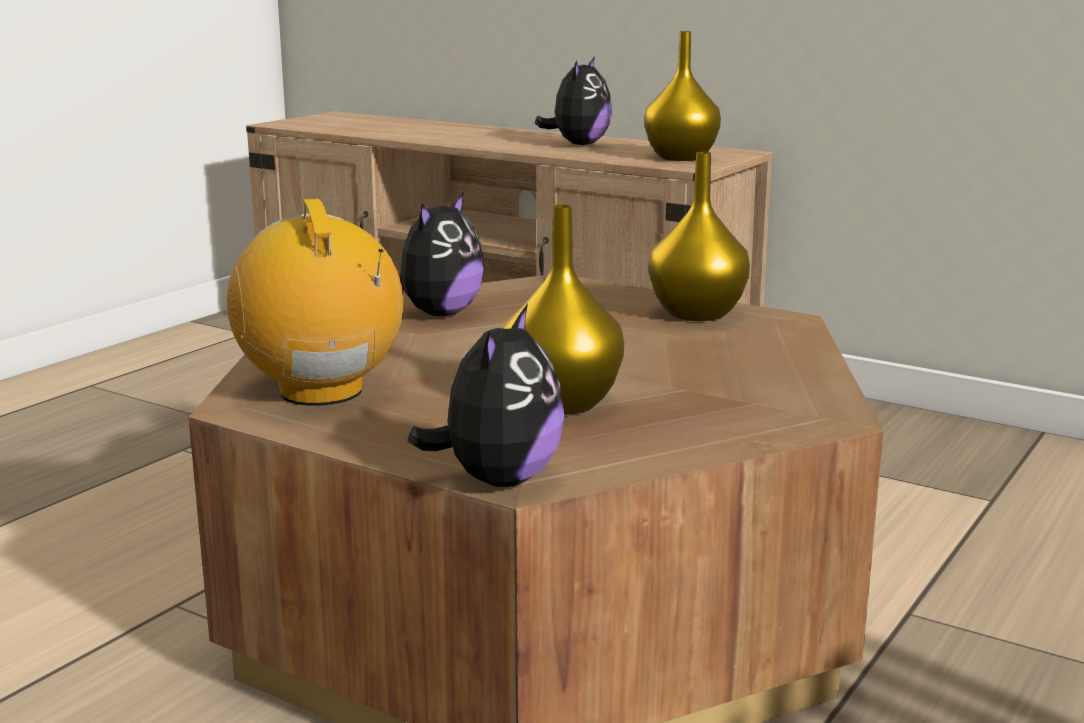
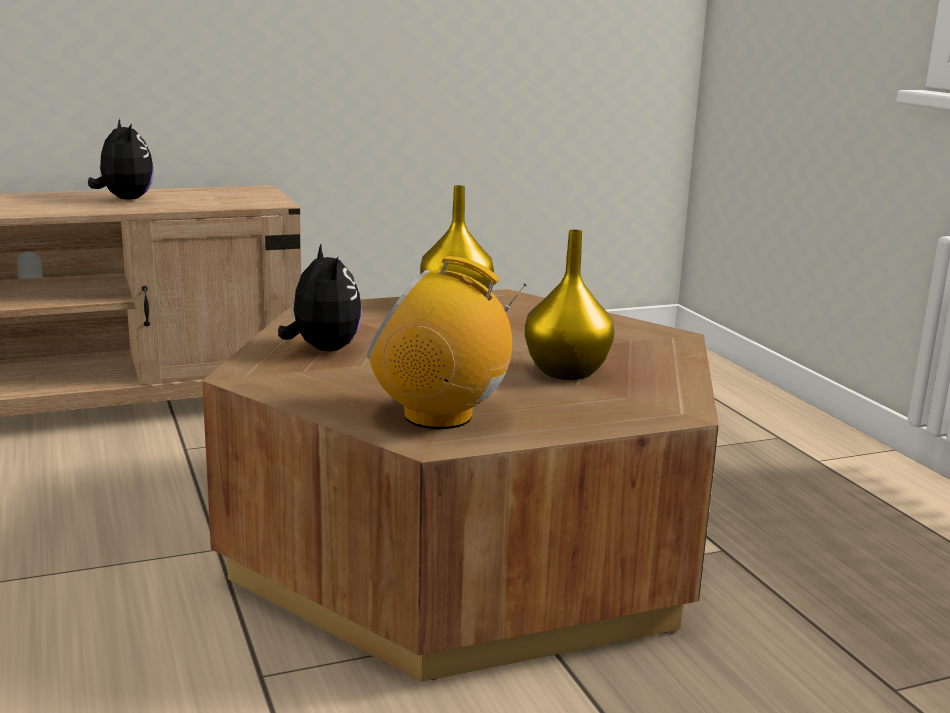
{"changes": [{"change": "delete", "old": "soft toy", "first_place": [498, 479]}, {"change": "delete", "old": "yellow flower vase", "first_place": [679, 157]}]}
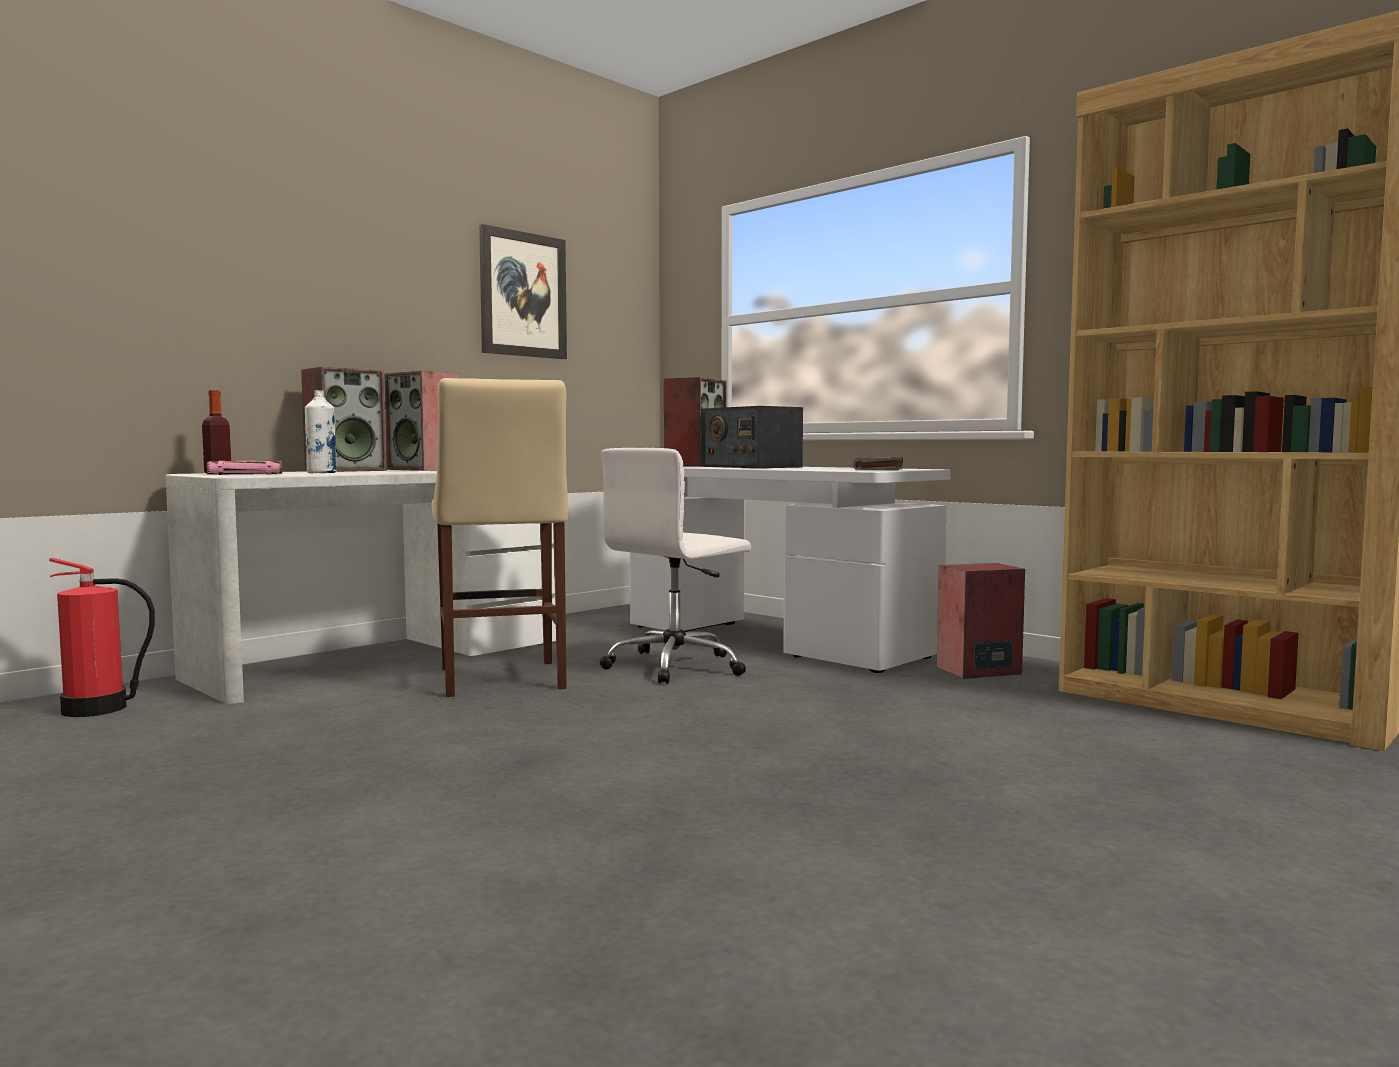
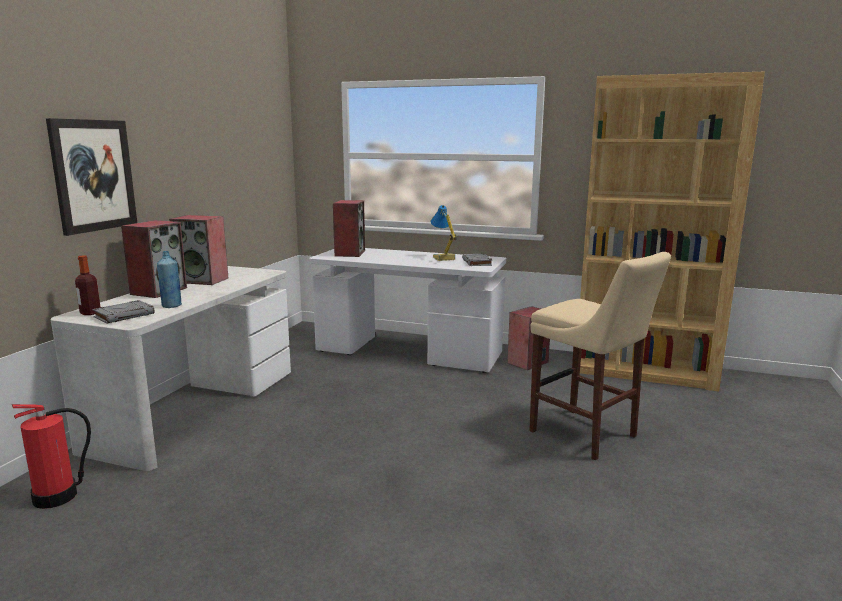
{"changes": [{"change": "delete", "old": "white-coloured desk chair", "first_place": [676, 666]}, {"change": "delete", "old": "radio", "first_place": [750, 467]}, {"change": "insert", "new": "tabletop lamp", "second_place": [443, 259]}, {"change": "move", "old": "sand-coloured stool", "first_place": [501, 680], "second_place": [587, 435]}, {"change": "move", "old": "wall picture", "first_place": [523, 295], "second_place": [93, 175]}, {"change": "recolor", "old": "pinkish volume", "new": "greyish volume", "first_place": [246, 474], "second_place": [125, 315]}, {"change": "recolor", "old": "white-coloured drink bottle", "new": "blue-coloured drink bottle", "first_place": [321, 473], "second_place": [171, 306]}]}
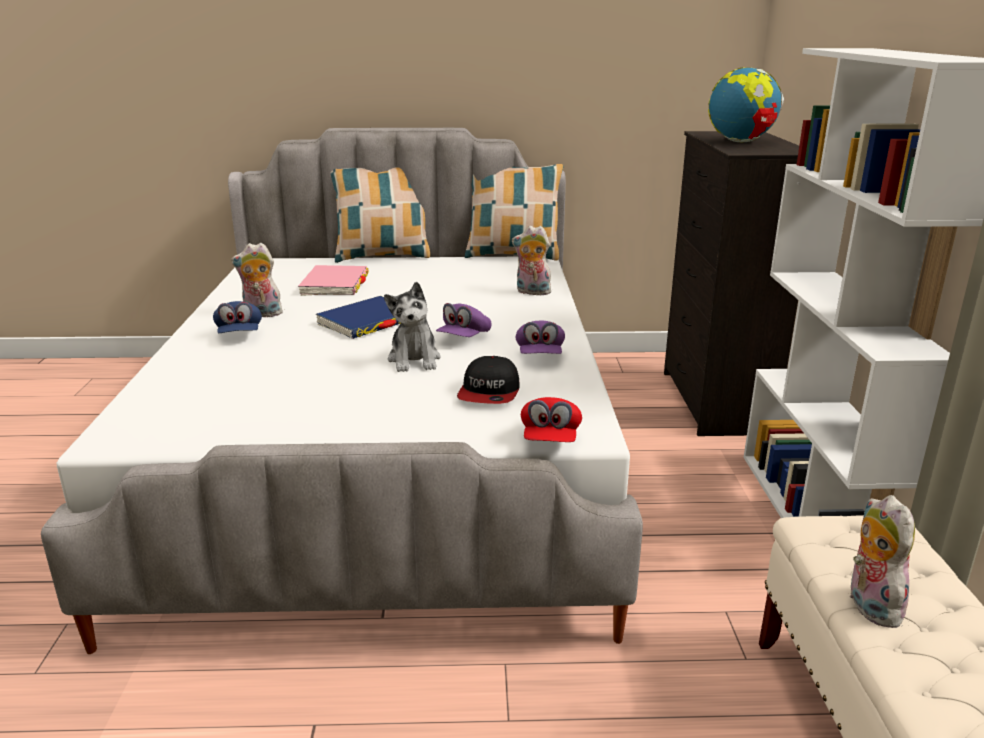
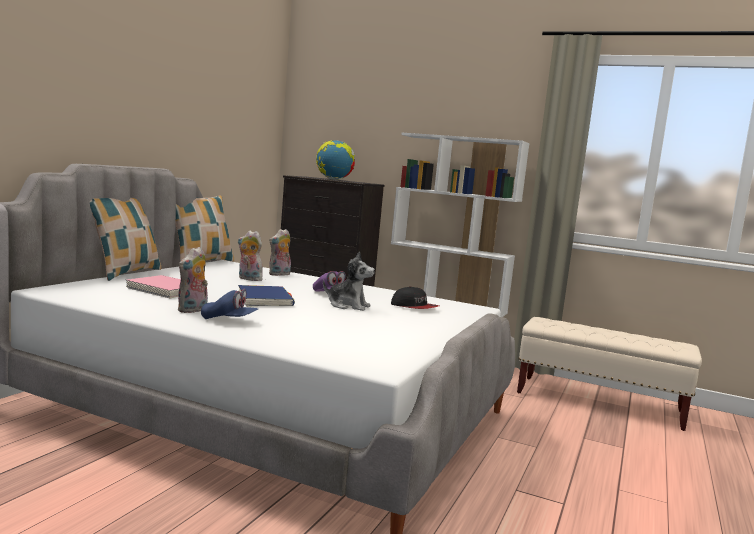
{"changes": [{"change": "delete", "old": "purple-coloured peaked cap", "first_place": [539, 356]}, {"change": "delete", "old": "red-coloured peaked cap", "first_place": [550, 440]}, {"change": "move", "old": "soft toy", "first_place": [868, 605], "second_place": [248, 279]}]}
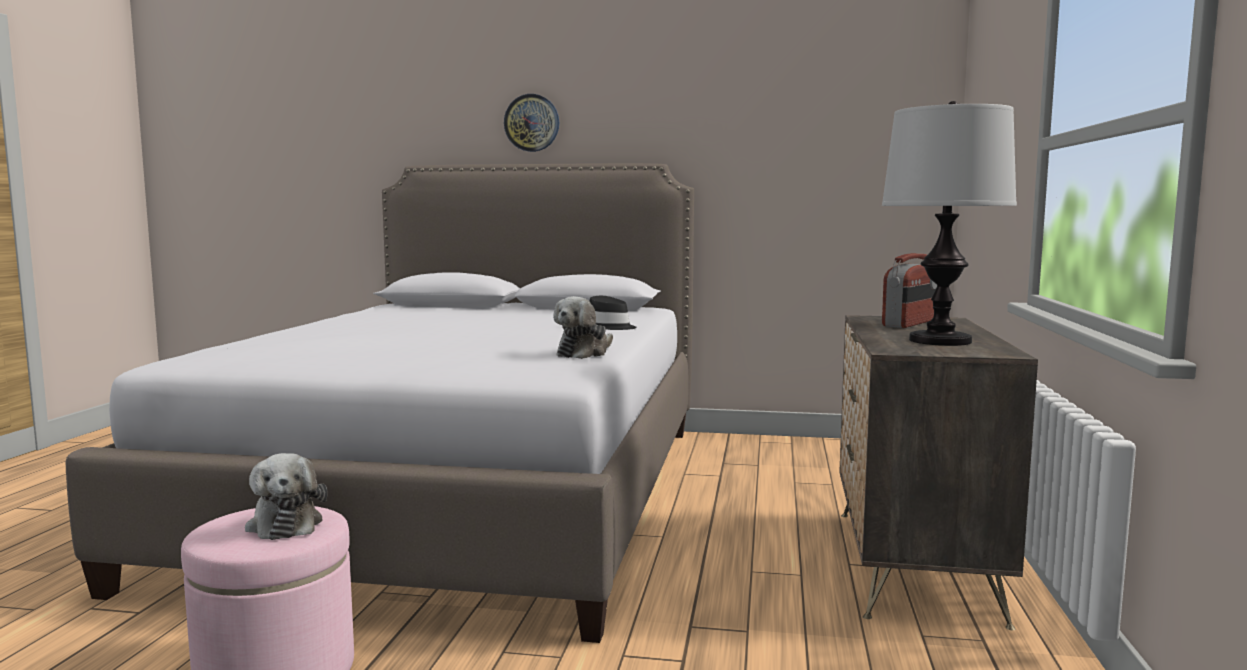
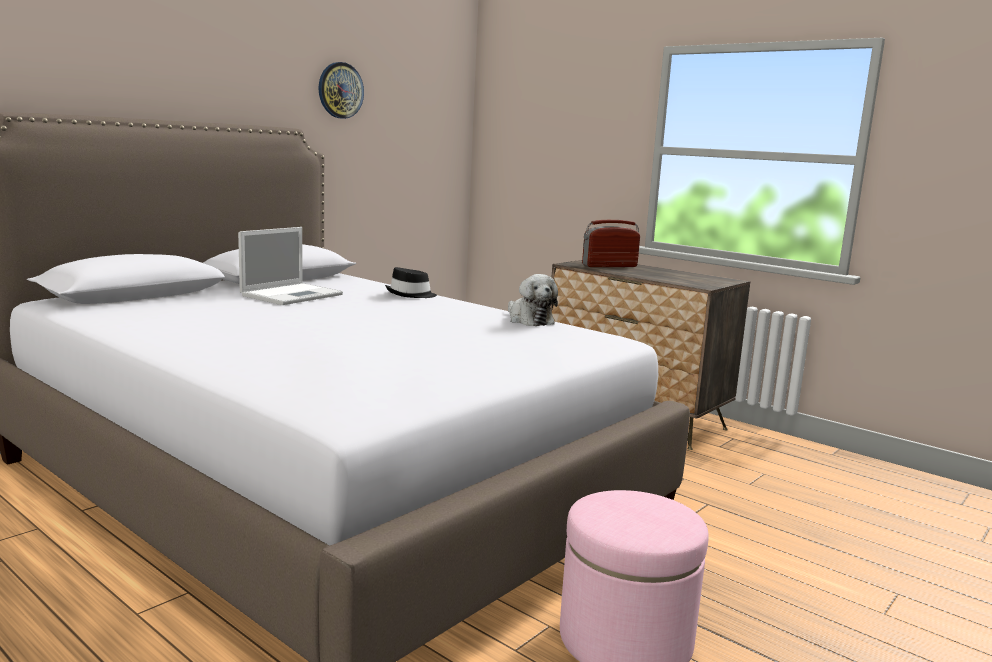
{"changes": [{"change": "delete", "old": "soft toy", "first_place": [285, 524]}, {"change": "delete", "old": "tabletop lamp", "first_place": [939, 341]}, {"change": "insert", "new": "portable computer", "second_place": [293, 295]}, {"change": "move", "old": "clock on the wall", "first_place": [532, 123], "second_place": [340, 90]}, {"change": "rotate", "old": "radio", "first_place": [910, 323], "second_place": [609, 266], "degrees": -90}]}
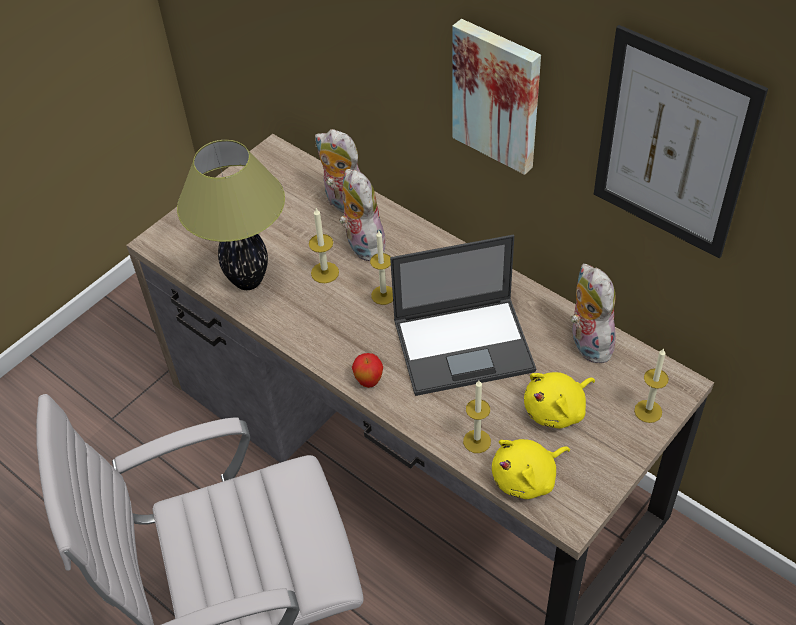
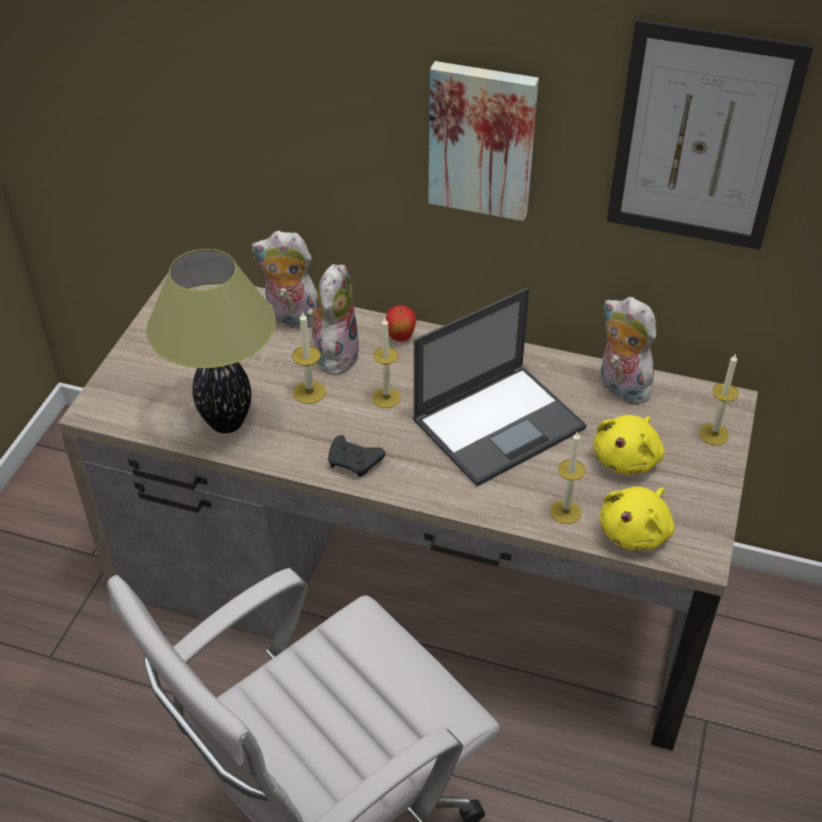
{"changes": [{"change": "insert", "new": "black gamepad", "second_place": [355, 462]}, {"change": "move", "old": "whole apple", "first_place": [369, 381], "second_place": [400, 338]}, {"change": "rotate", "old": "soft toy", "first_place": [362, 244], "second_place": [334, 354], "degrees": 60}]}
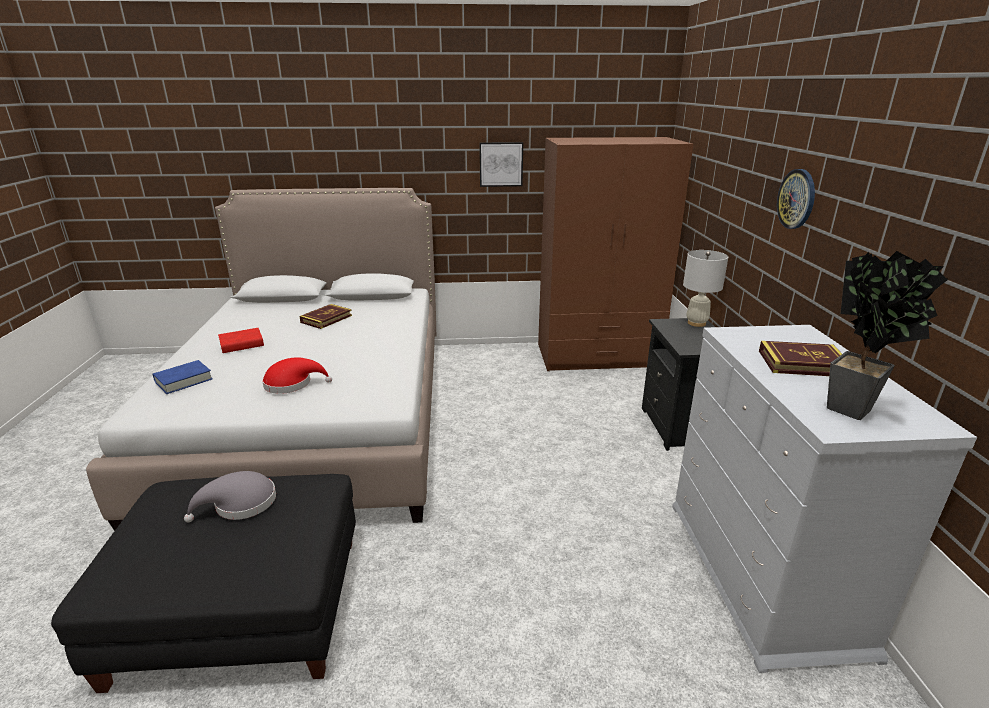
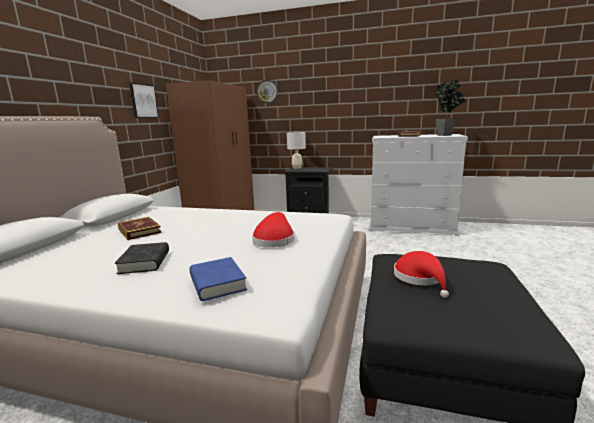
{"changes": [{"change": "move", "old": "clock on the wall", "first_place": [797, 199], "second_place": [267, 91]}, {"change": "recolor", "old": "greyish wearable hat", "new": "red-coloured wearable hat", "first_place": [240, 504], "second_place": [420, 278]}, {"change": "recolor", "old": "red-coloured volume", "new": "black volume", "first_place": [242, 344], "second_place": [145, 262]}]}
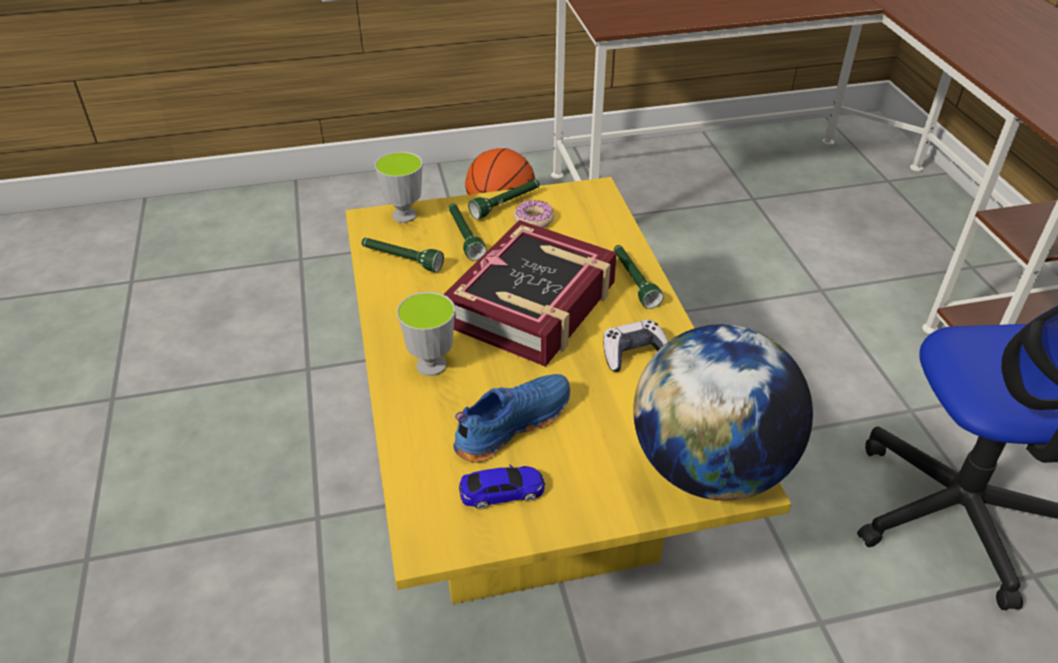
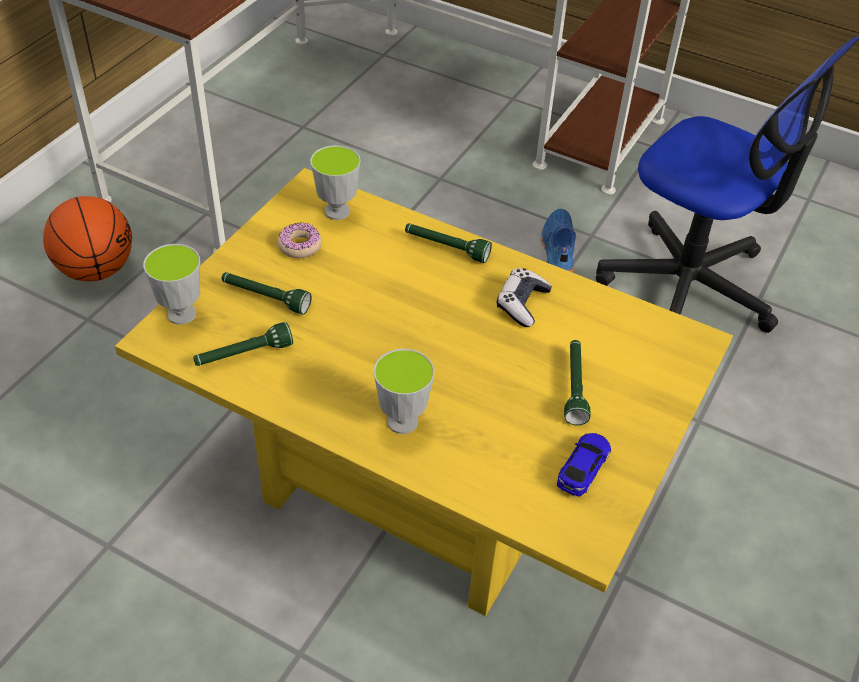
{"changes": [{"change": "delete", "old": "volume", "first_place": [533, 305]}, {"change": "delete", "old": "world globe", "first_place": [709, 467]}, {"change": "insert", "new": "drinking cup", "second_place": [337, 211]}, {"change": "move", "old": "blue-coloured low shoe", "first_place": [511, 424], "second_place": [557, 249]}, {"change": "move", "old": "green-coloured hand torch", "first_place": [506, 205], "second_place": [574, 387]}]}
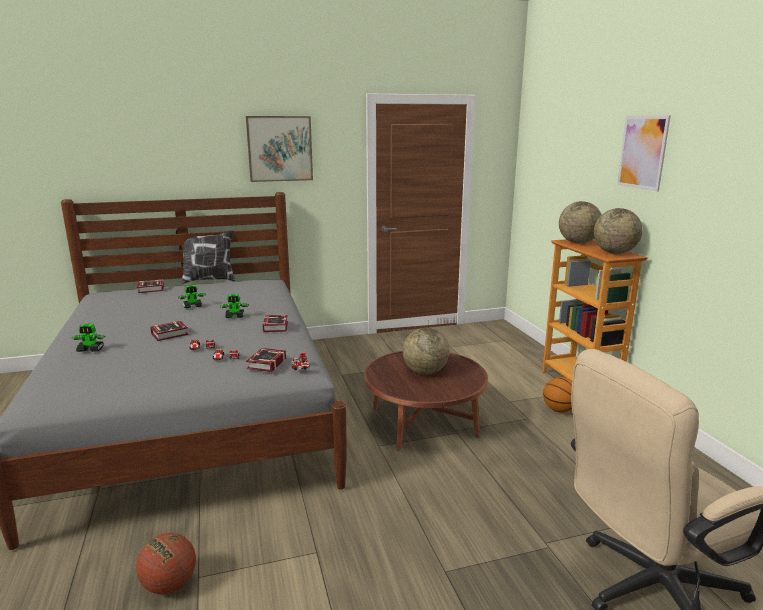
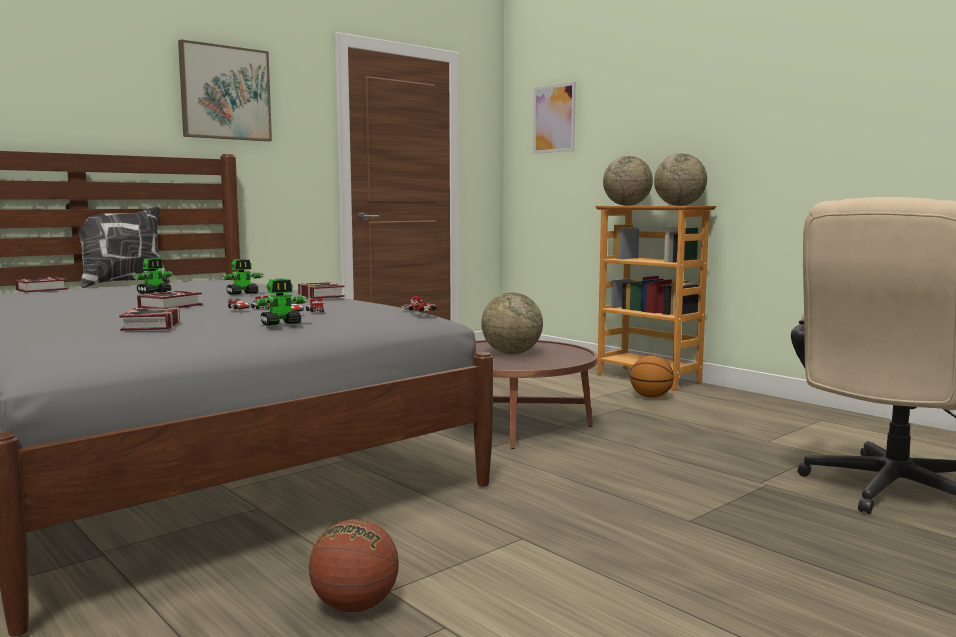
{"changes": [{"change": "move", "old": "model robot", "first_place": [91, 350], "second_place": [281, 324]}, {"change": "move", "old": "volume", "first_place": [265, 364], "second_place": [149, 326]}, {"change": "move", "old": "wall picture", "first_place": [642, 152], "second_place": [554, 118]}]}
